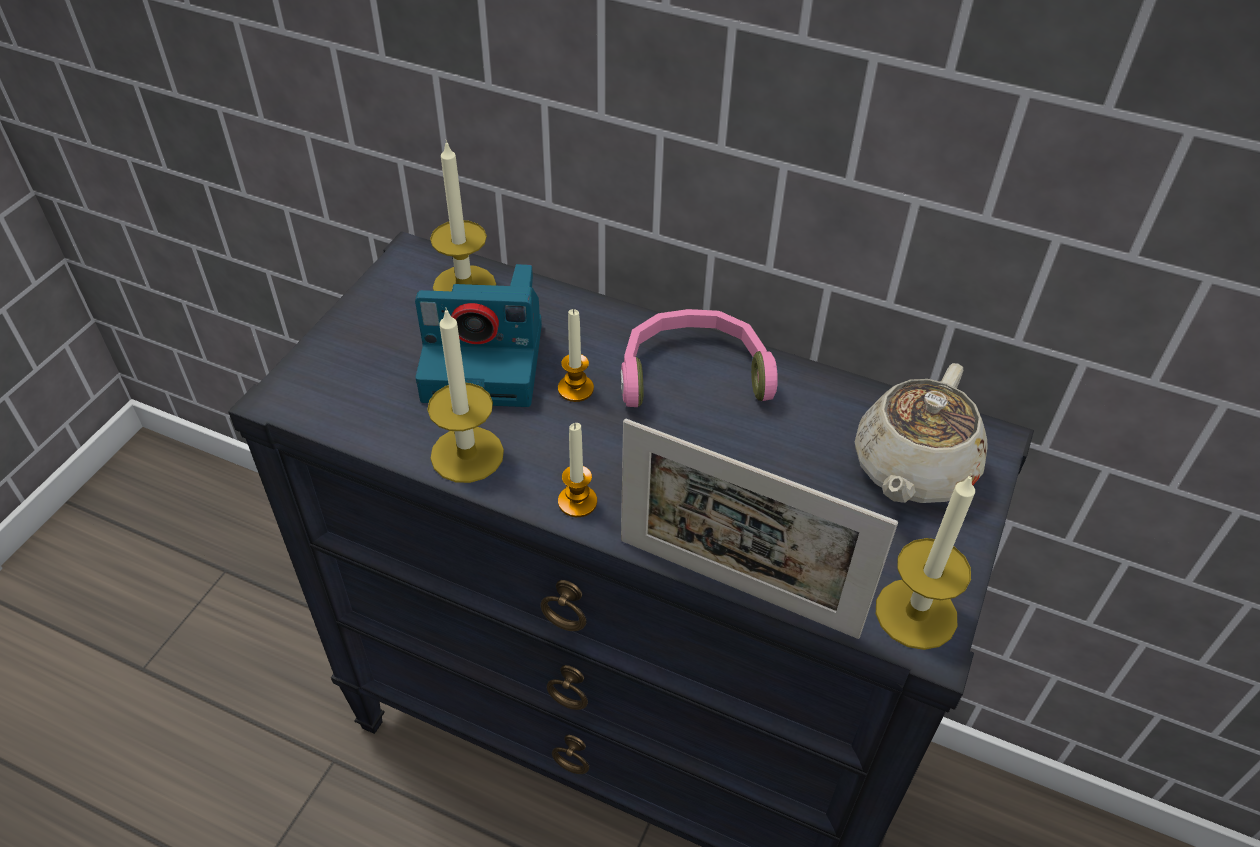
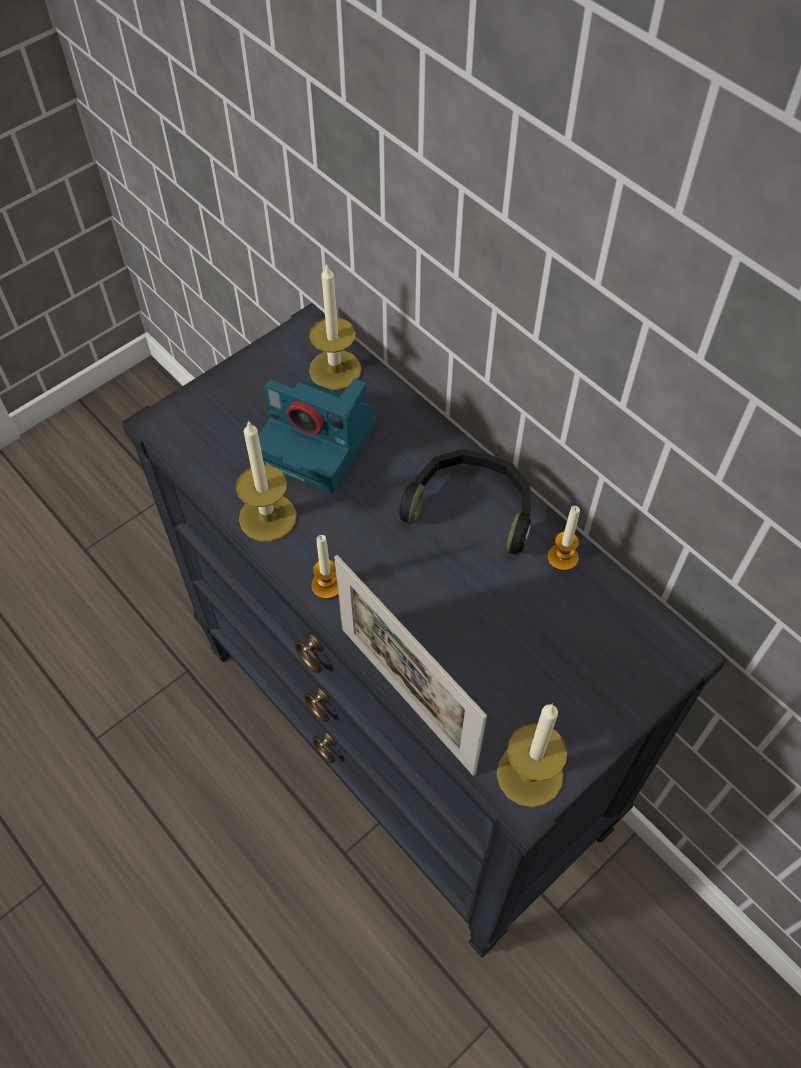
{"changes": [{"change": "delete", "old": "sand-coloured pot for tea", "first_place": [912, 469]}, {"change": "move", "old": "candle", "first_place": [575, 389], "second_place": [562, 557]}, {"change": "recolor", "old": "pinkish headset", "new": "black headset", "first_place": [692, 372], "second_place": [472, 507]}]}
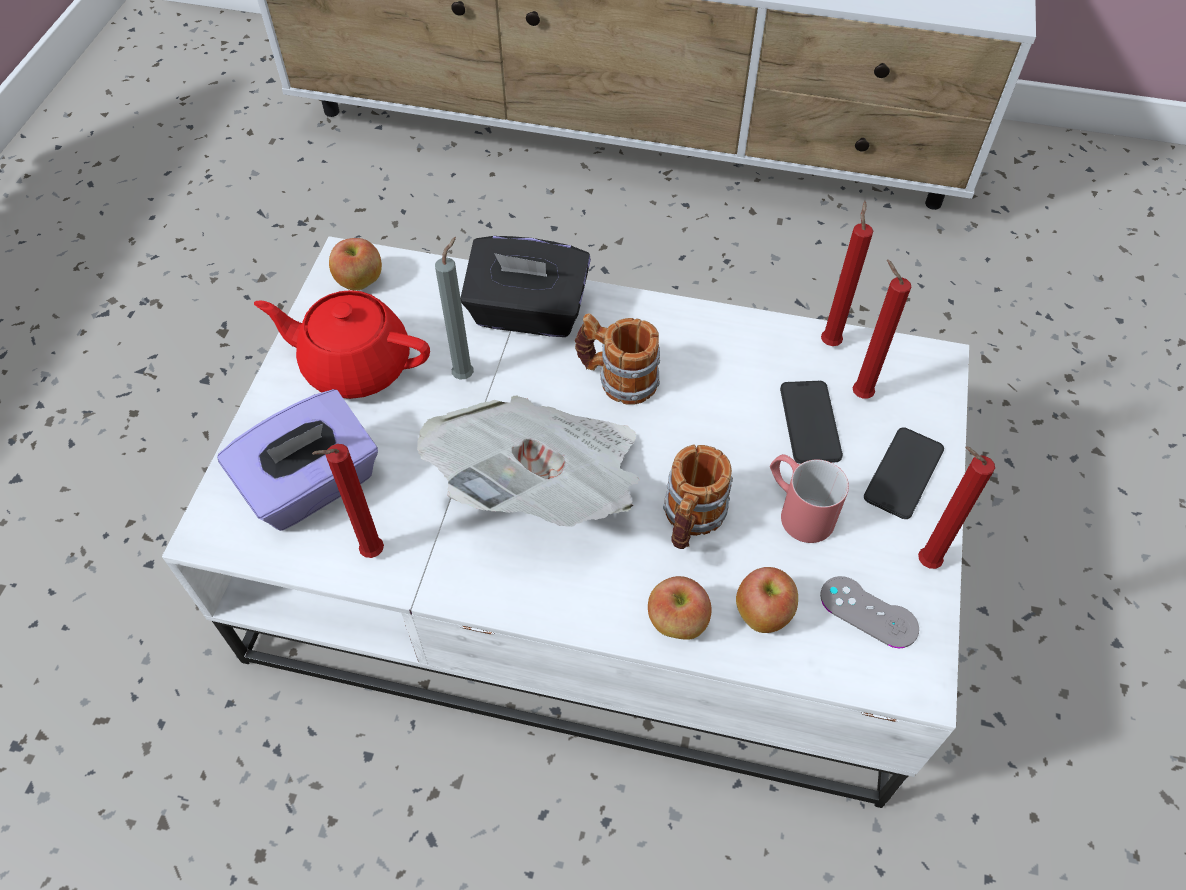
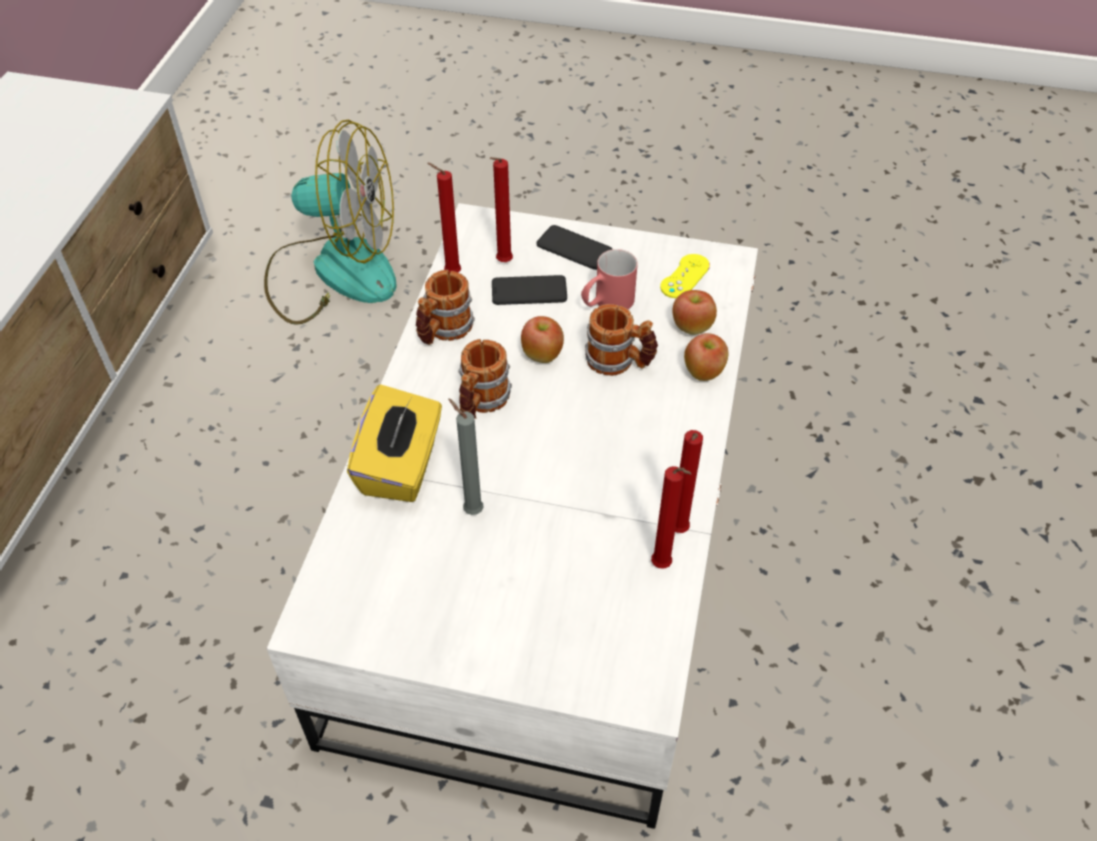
{"changes": [{"change": "delete", "old": "purple-coloured tissue box", "first_place": [312, 485]}, {"change": "delete", "old": "red-coloured pot for tea", "first_place": [355, 365]}, {"change": "delete", "old": "printed paper", "first_place": [544, 486]}, {"change": "insert", "new": "fan", "second_place": [334, 271]}, {"change": "insert", "new": "tea mug", "second_place": [443, 331]}, {"change": "move", "old": "whole apple", "first_place": [360, 282], "second_place": [542, 354]}, {"change": "move", "old": "red-coloured candle", "first_place": [923, 561], "second_place": [677, 532]}, {"change": "recolor", "old": "black tissue box", "new": "yellow tissue box", "first_place": [527, 313], "second_place": [401, 466]}, {"change": "recolor", "old": "greyish gamepad", "new": "yellow gamepad", "first_place": [868, 612], "second_place": [685, 276]}]}
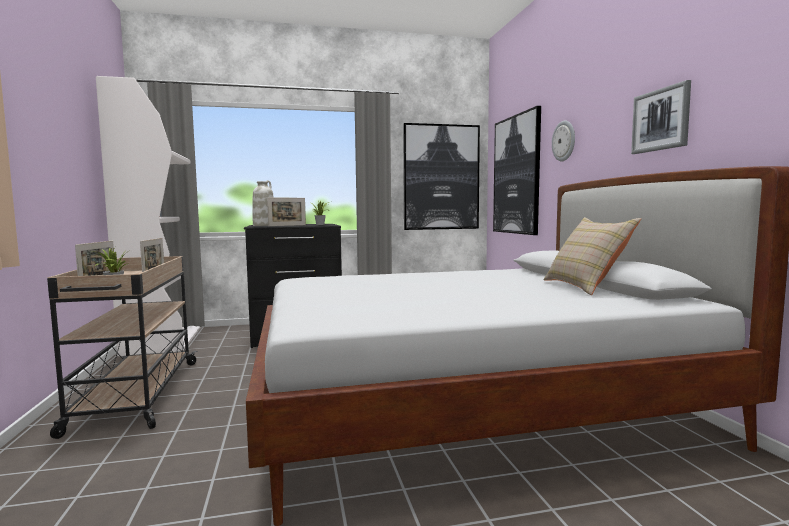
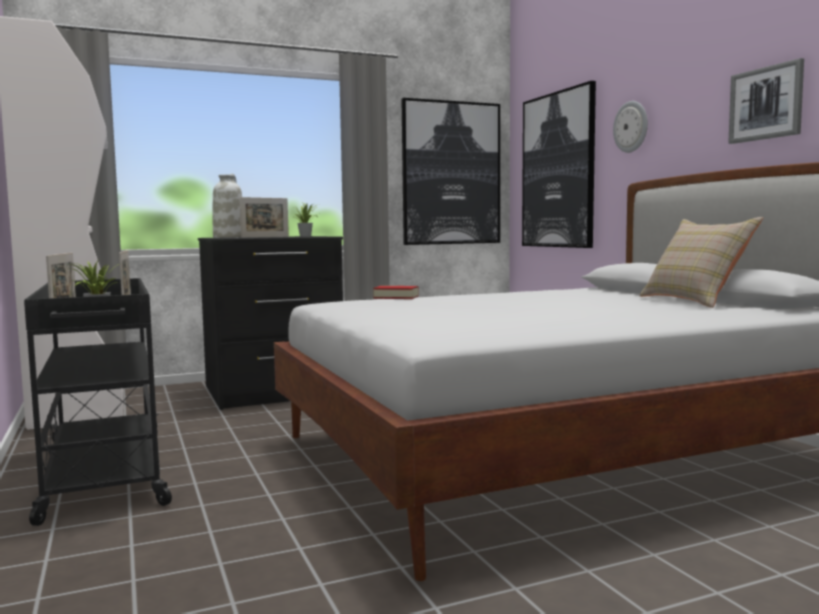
{"changes": [{"change": "insert", "new": "volume", "second_place": [396, 297]}, {"change": "recolor", "old": "sand-coloured cart", "new": "black cart", "first_place": [136, 395], "second_place": [104, 472]}]}
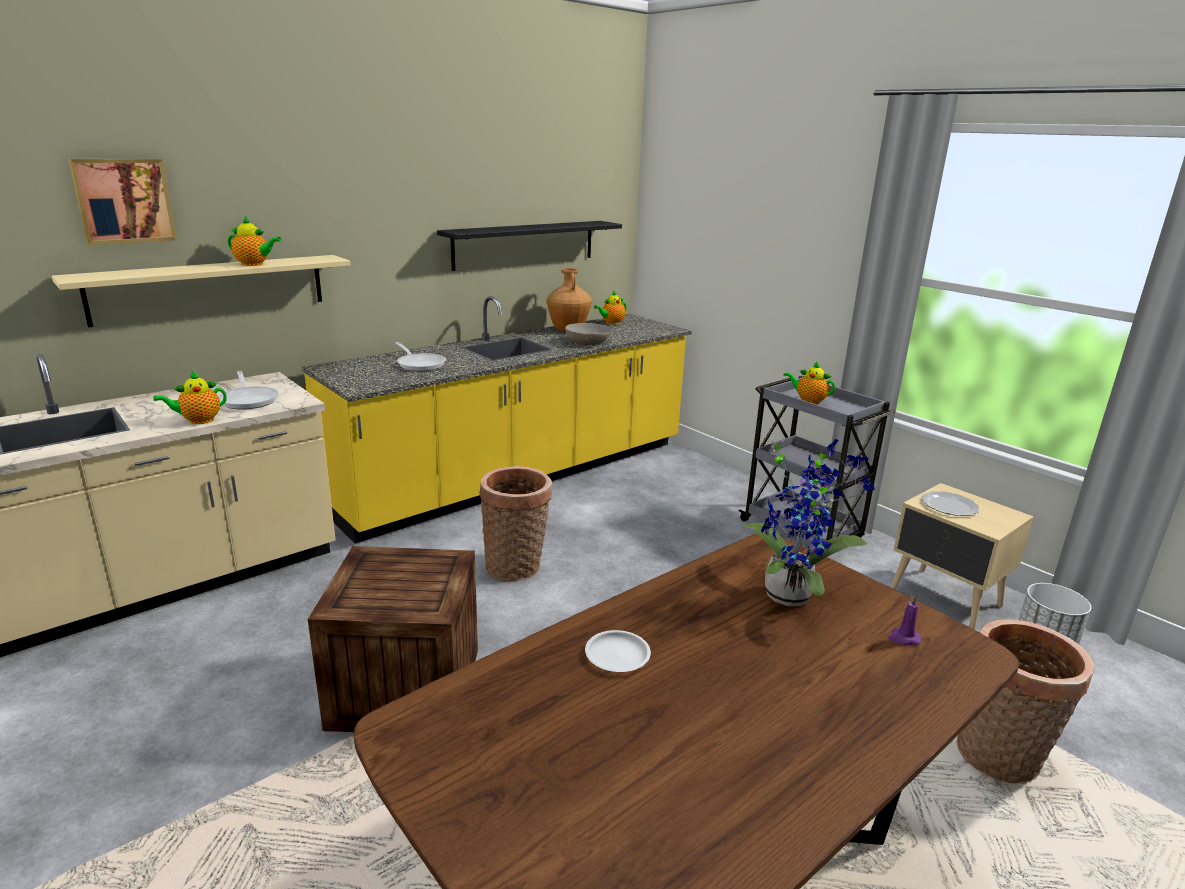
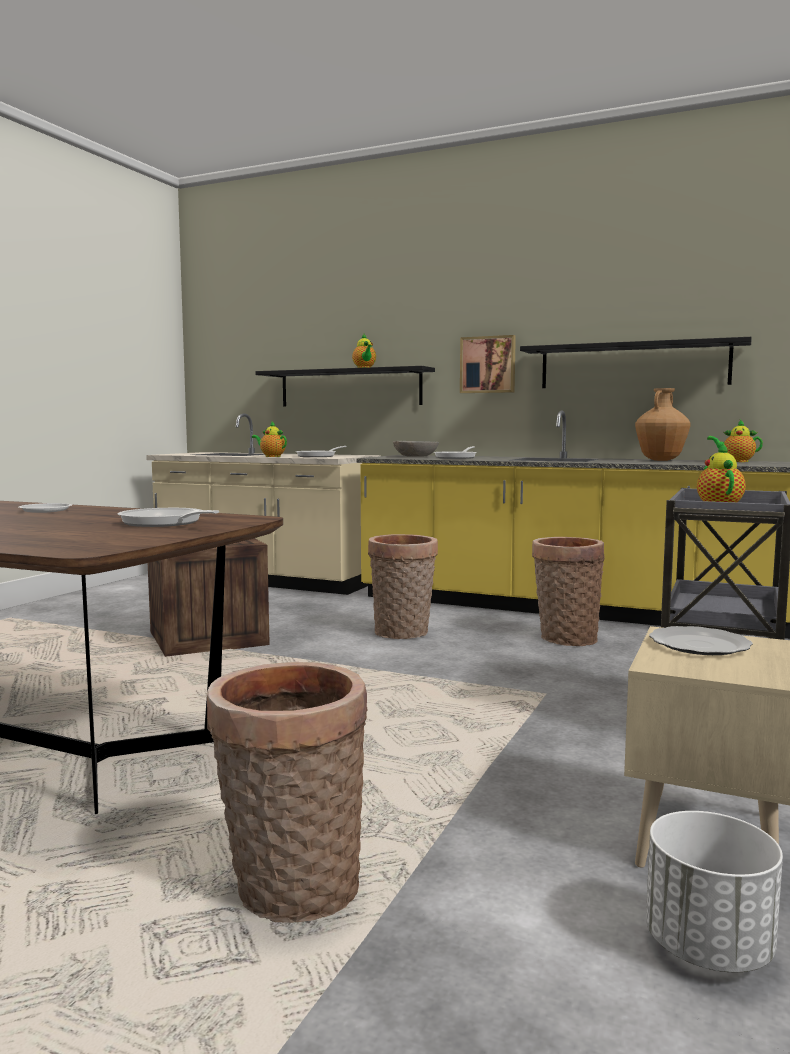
{"changes": [{"change": "delete", "old": "purple-coloured candle", "first_place": [903, 638]}, {"change": "insert", "new": "household basket", "second_place": [565, 638]}, {"change": "move", "old": "wall picture", "first_place": [124, 200], "second_place": [488, 365]}, {"change": "move", "old": "greyish deep dish", "first_place": [588, 343], "second_place": [415, 456]}, {"change": "replace", "old": "houseplant", "new": "frying pan", "first_place": [792, 593], "second_place": [165, 523]}, {"change": "recolor", "old": "sand-coloured bracket shelf", "new": "black bracket shelf", "first_place": [211, 288], "second_place": [350, 388]}]}
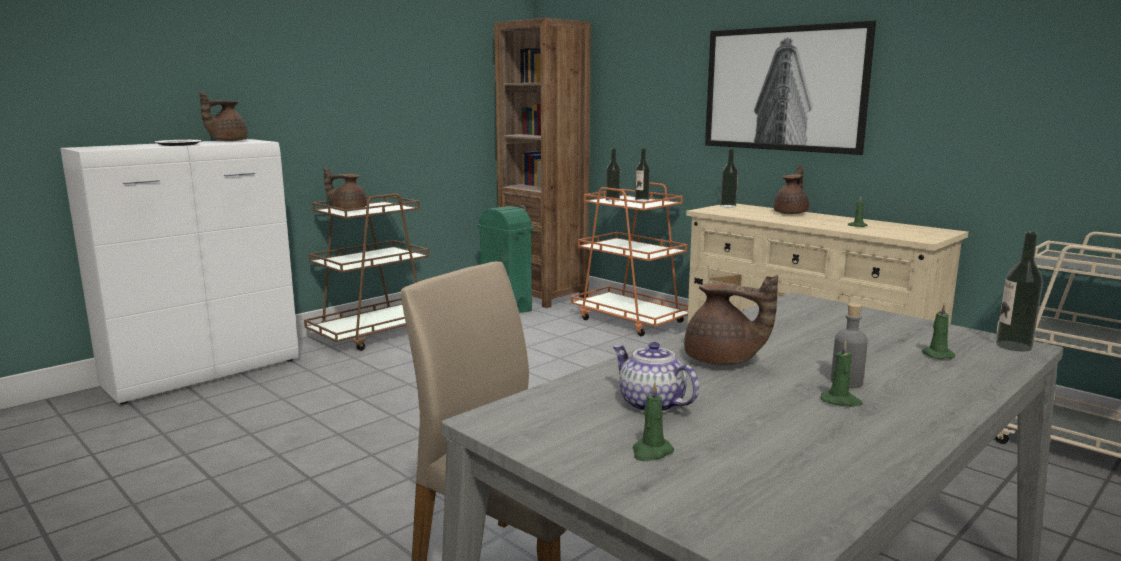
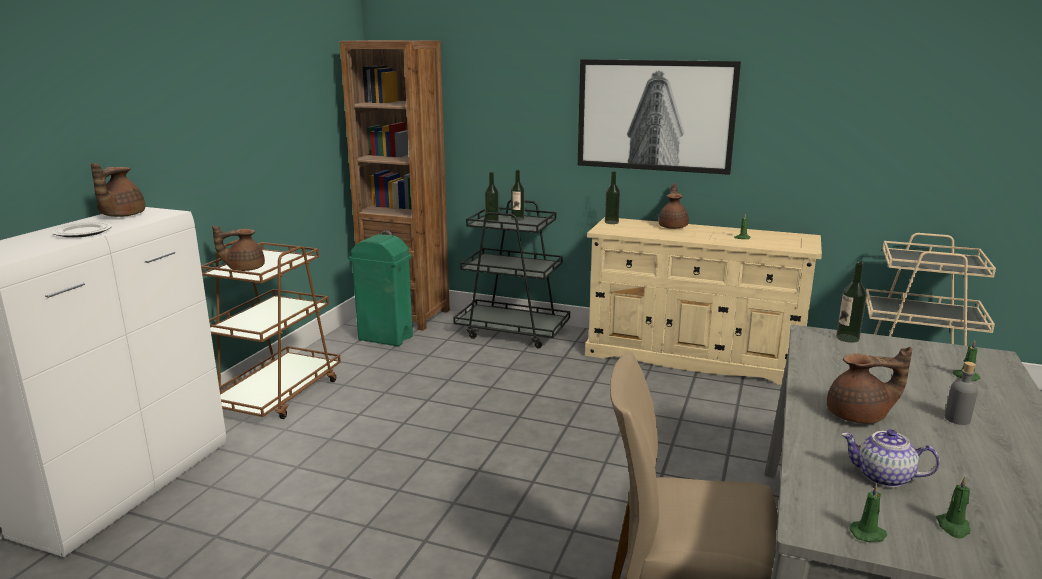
{"changes": [{"change": "move", "old": "green-coloured candle", "first_place": [841, 401], "second_place": [868, 534]}, {"change": "move", "old": "drink bottle", "first_place": [1013, 346], "second_place": [847, 338]}, {"change": "recolor", "old": "orange cart", "new": "black cart", "first_place": [630, 320], "second_place": [513, 332]}]}
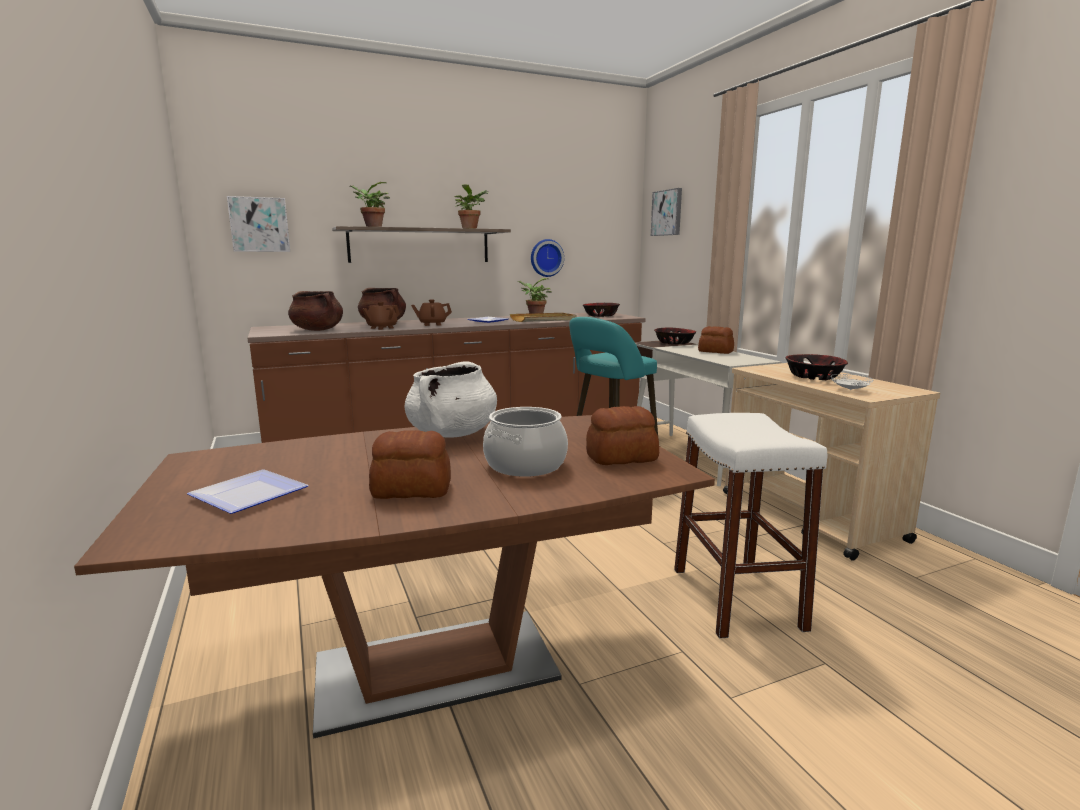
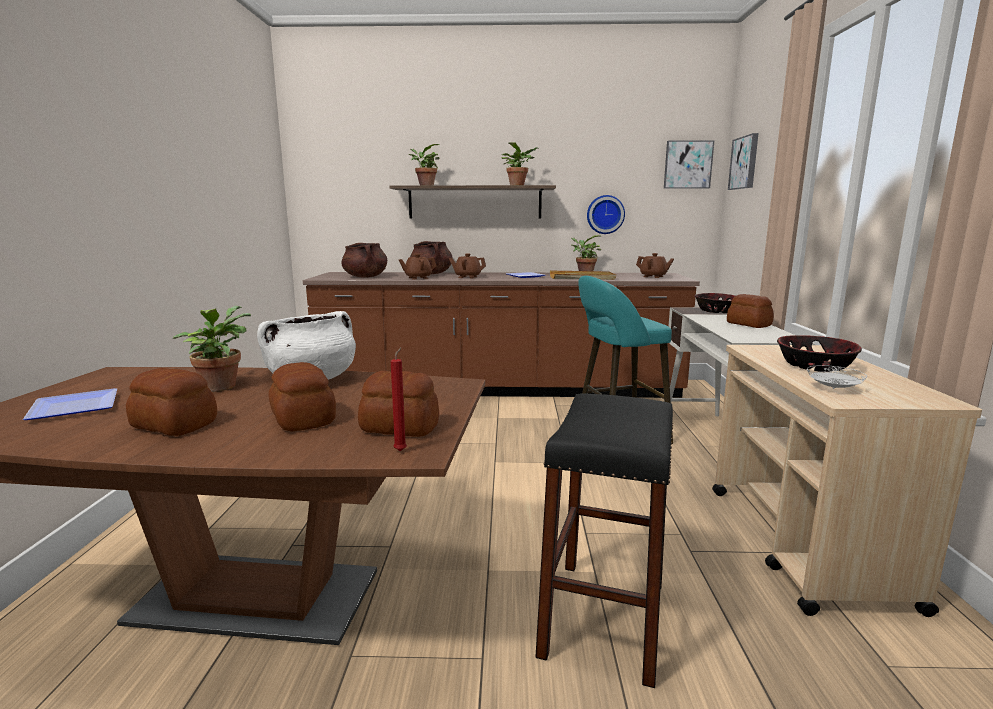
{"changes": [{"change": "insert", "new": "houseplant", "second_place": [220, 386]}, {"change": "insert", "new": "red-coloured candle", "second_place": [401, 450]}, {"change": "move", "old": "wall picture", "first_place": [259, 224], "second_place": [687, 165]}, {"change": "replace", "old": "saucepot", "new": "bakery bread", "first_place": [525, 465], "second_place": [304, 418]}, {"change": "replace", "old": "deep dish", "new": "brown pot for tea", "first_place": [600, 316], "second_place": [653, 276]}, {"change": "recolor", "old": "white-coloured stool", "new": "black stool", "first_place": [736, 598], "second_place": [604, 618]}]}
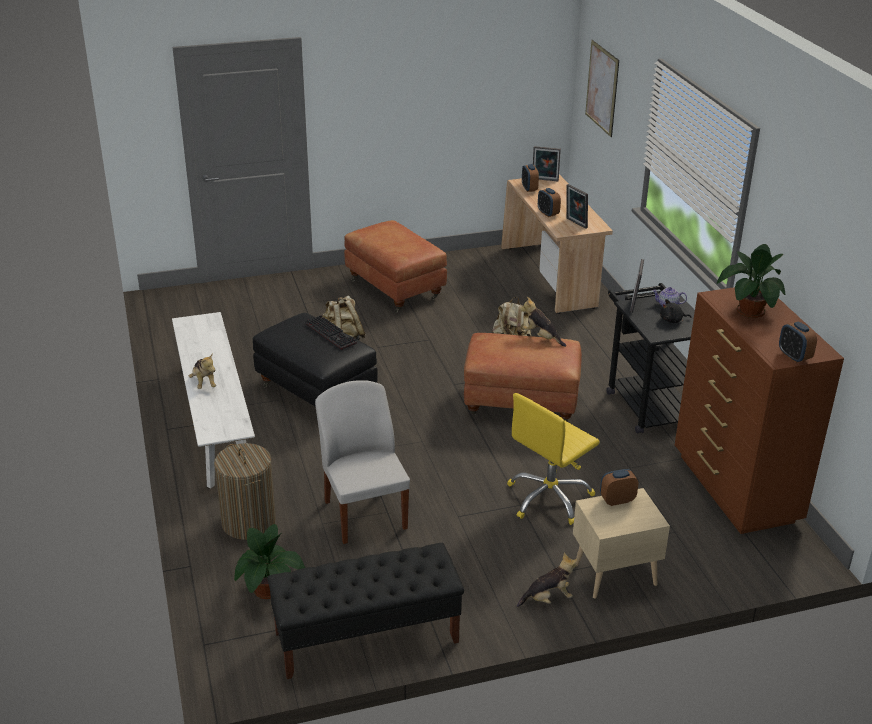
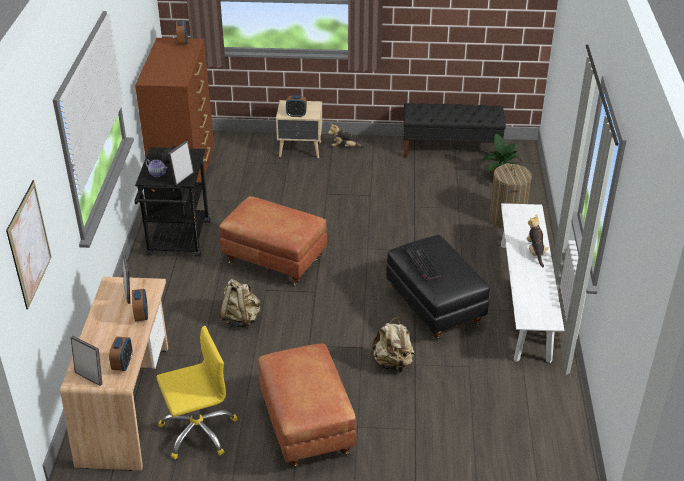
{"changes": [{"change": "delete", "old": "white-coloured chair", "first_place": [365, 513]}, {"change": "delete", "old": "soft toy", "first_place": [541, 337]}, {"change": "delete", "old": "houseplant", "first_place": [749, 311]}, {"change": "move", "old": "yellow desk chair", "first_place": [549, 498], "second_place": [198, 431]}]}
